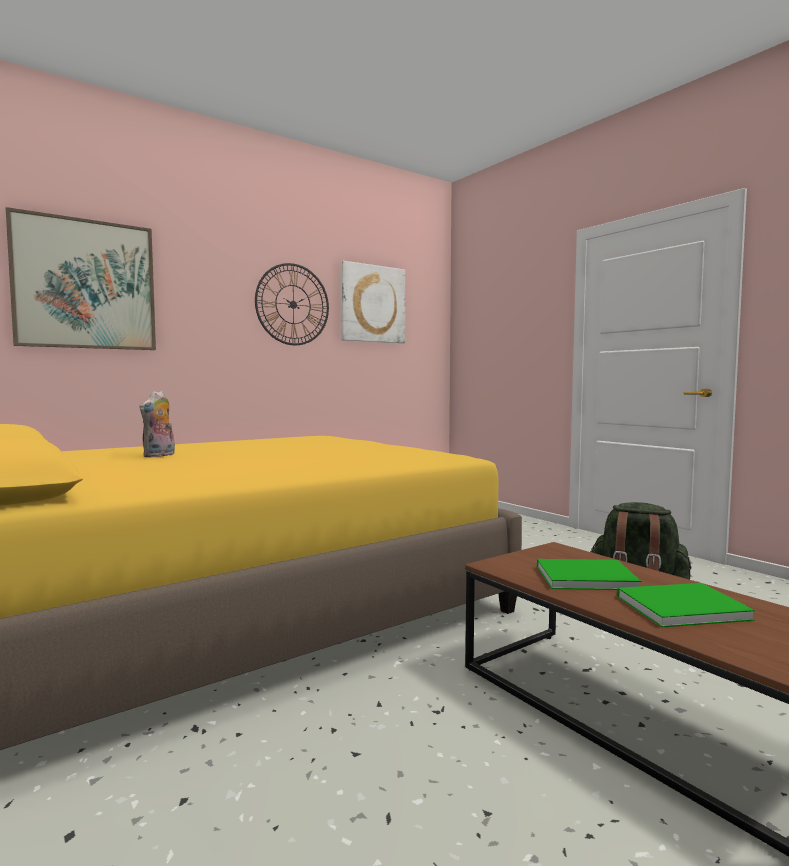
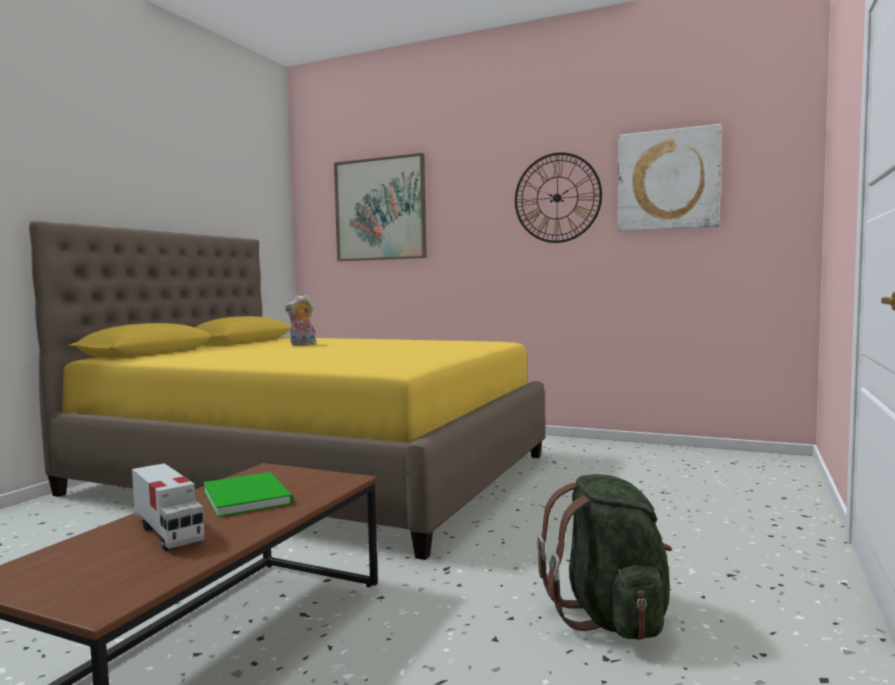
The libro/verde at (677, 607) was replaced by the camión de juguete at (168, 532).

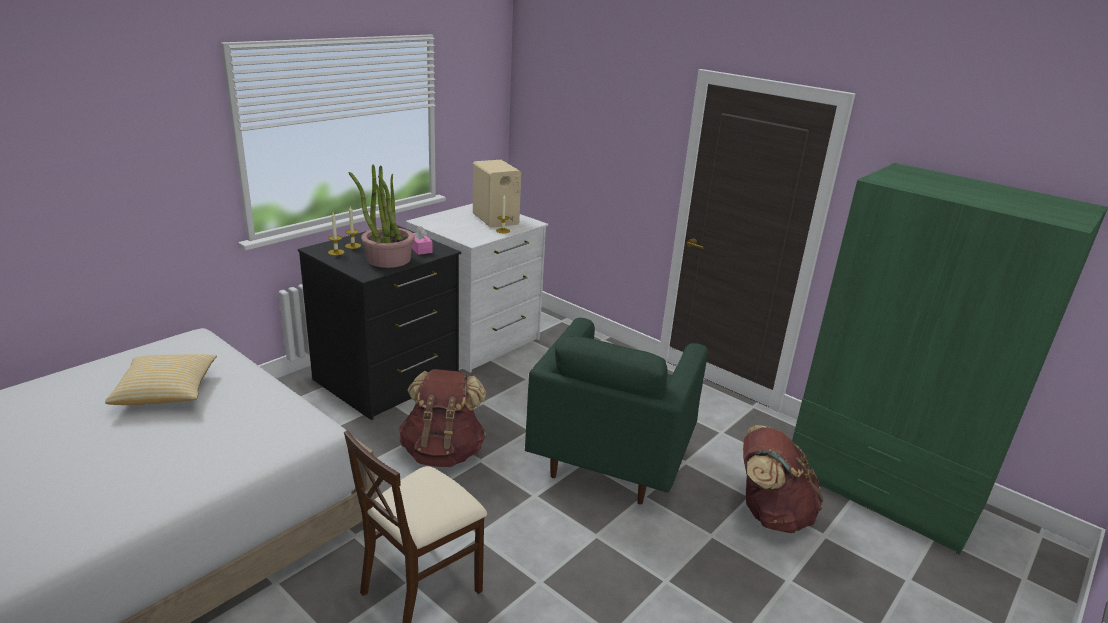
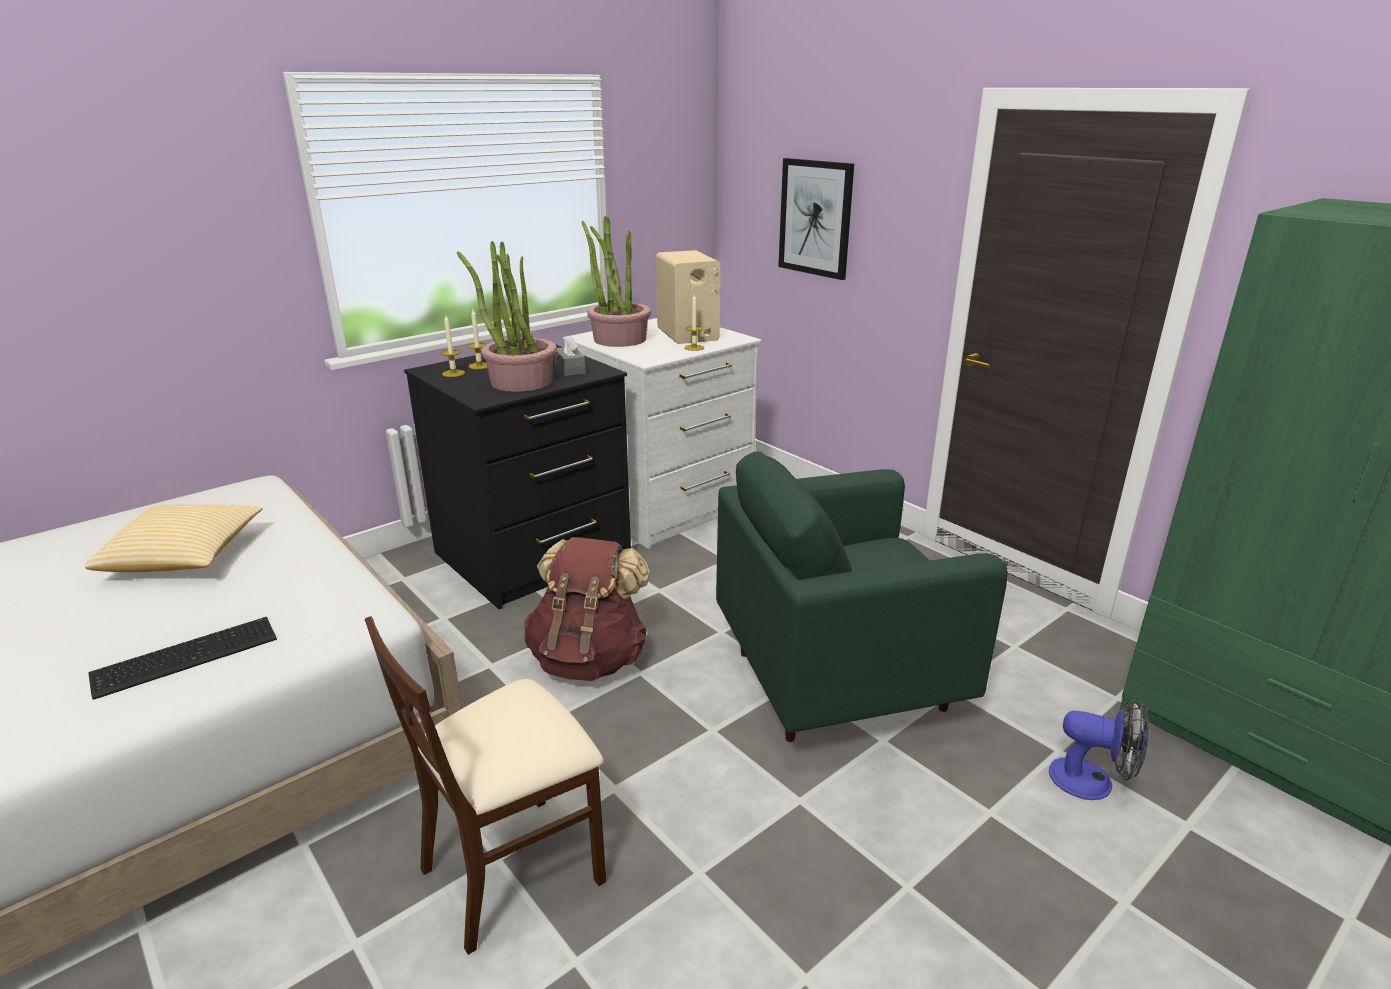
The caja de pañuelos/rosa at (420, 249) became the caja de pañuelos/gris at (570, 369). The sillón/verde at (610, 459) turned 45 degrees clockwise. The mochila/marrón at (770, 514) was replaced by the ventilador at (1092, 781). The teclado at (183, 655) appeared. The planta en maceta at (619, 339) appeared. The cuadro at (815, 218) appeared.

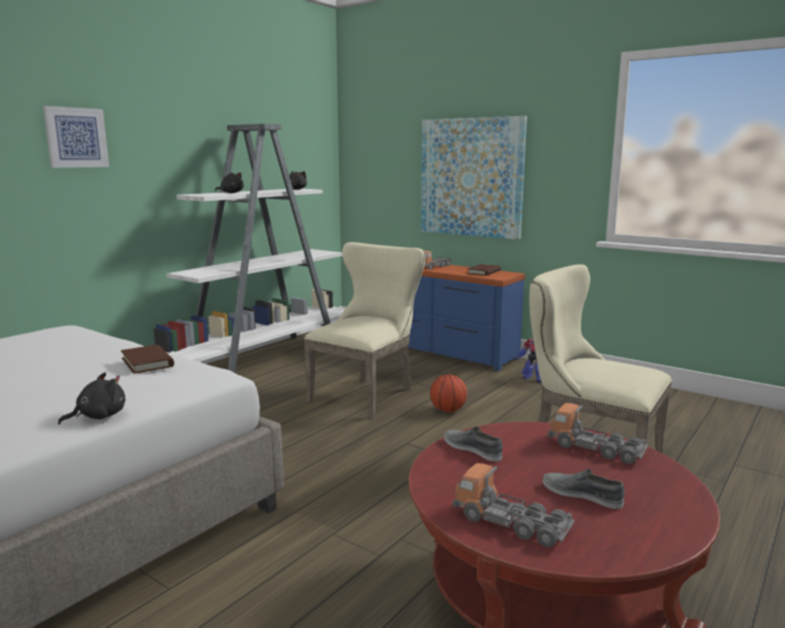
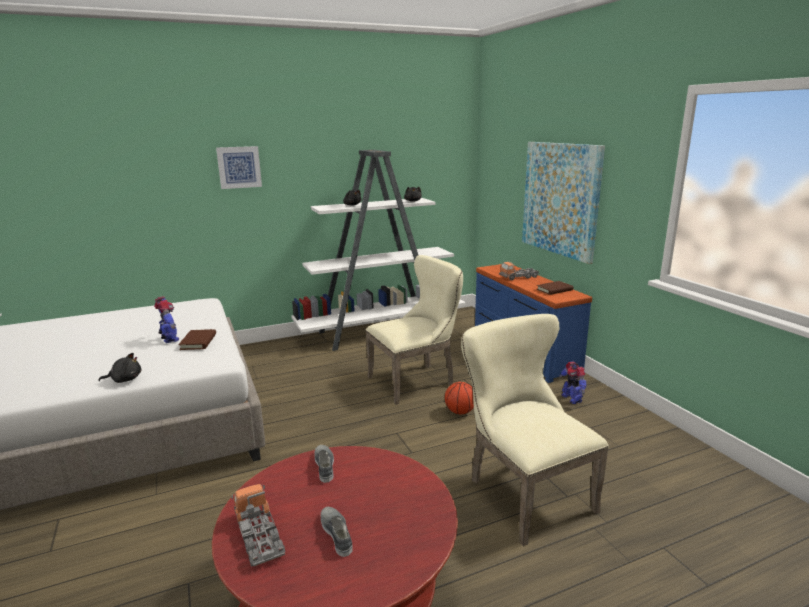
The camión de juguete at (596, 449) disappeared. The robot de juguete at (169, 339) appeared.

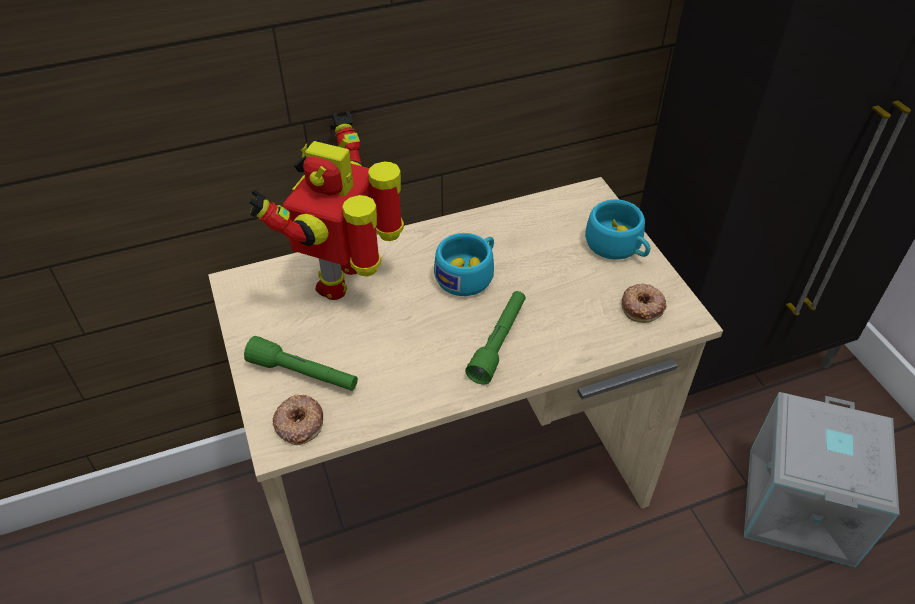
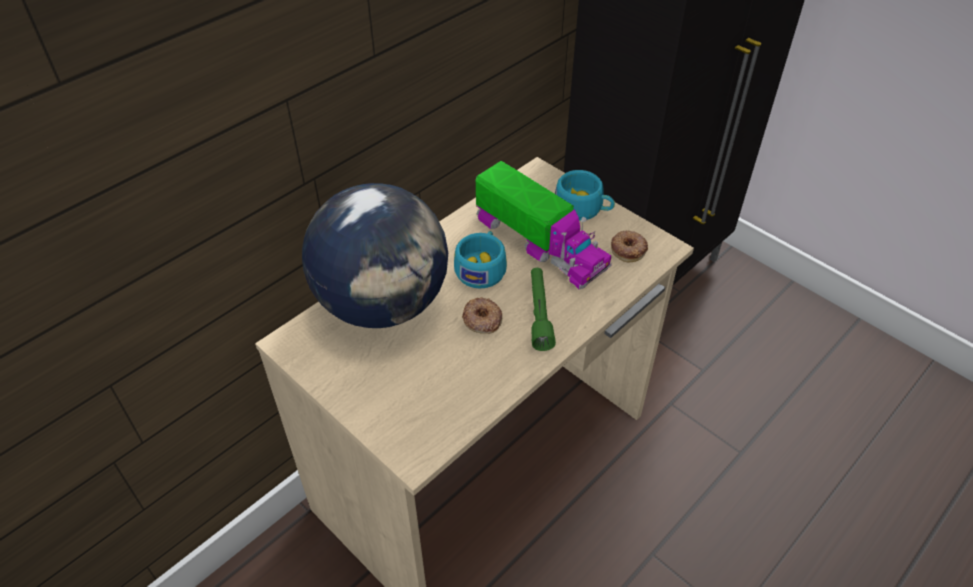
The linterna/verde at (303, 374) disappeared. The robot de juguete at (346, 278) was replaced by the globo terráqueo at (383, 305). The rosquilla moved from (299, 423) to (482, 319). The caja de almacenaje/gris at (797, 504) disappeared. The camión de juguete at (540, 243) appeared.

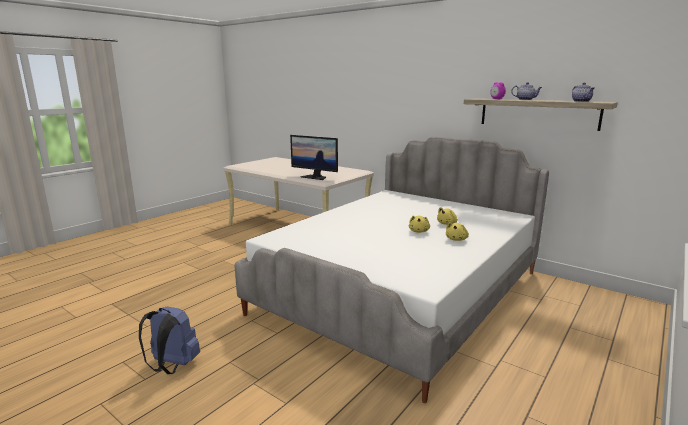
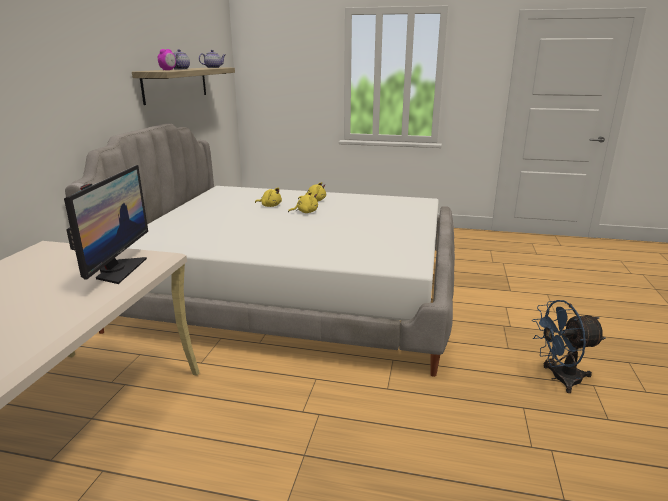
The mochila/azul at (172, 366) was replaced by the ventilador/azul at (559, 378).

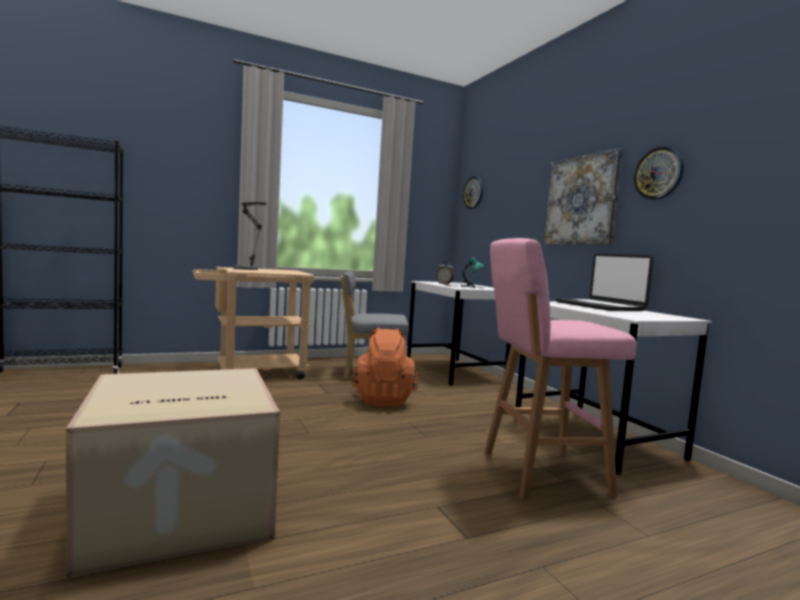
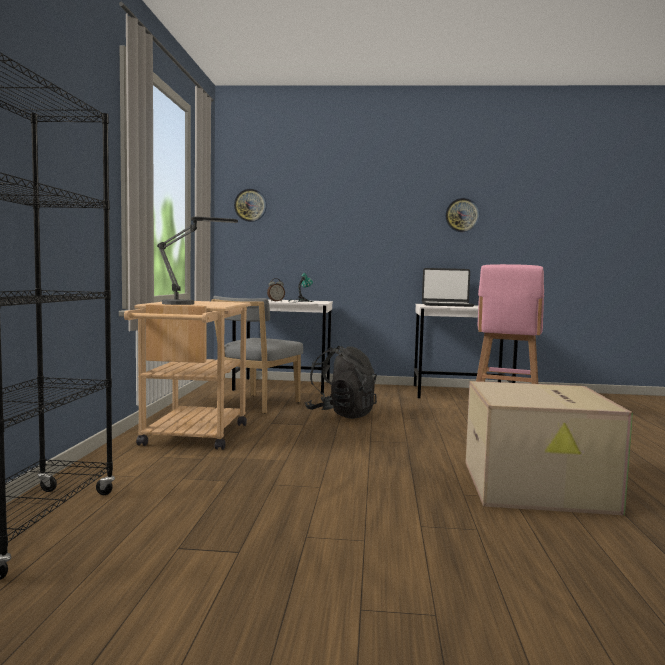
The mochila/naranja at (383, 399) became the mochila/negro at (341, 414). The cuadro at (581, 200) disappeared.

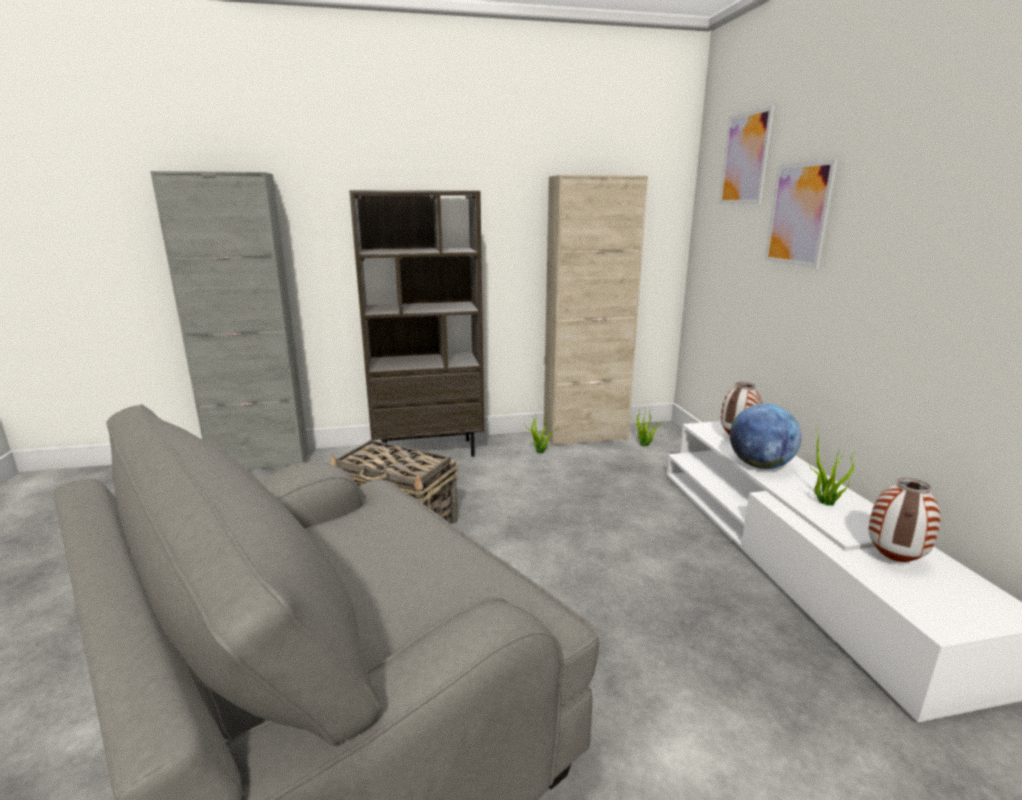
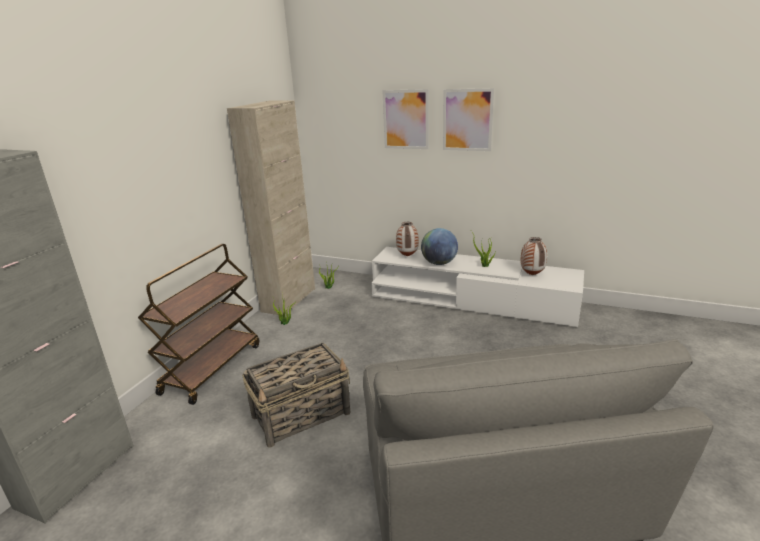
The estantería/marrón at (429, 451) was replaced by the carrito/marrón at (212, 368). The cuadro moved from (745, 158) to (467, 120).

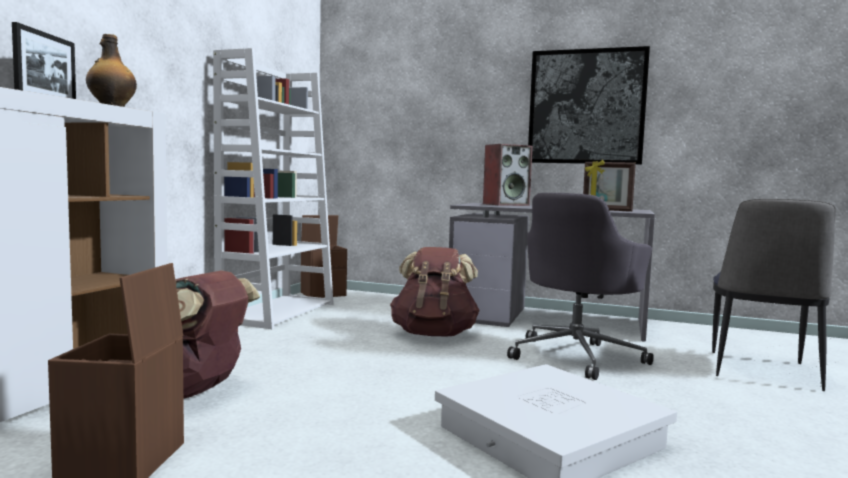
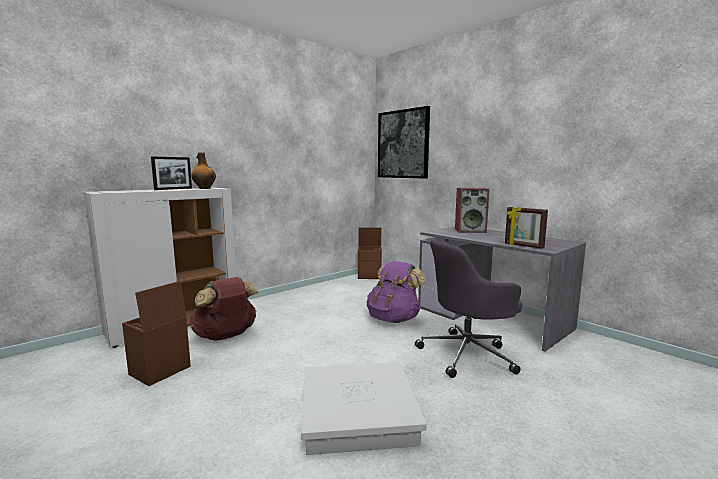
The estantería/blanco at (278, 312) disappeared. The mochila/marrón at (434, 335) became the mochila/morado at (393, 319). The cuadro moved from (586, 107) to (403, 144). The silla at (761, 371) disappeared.

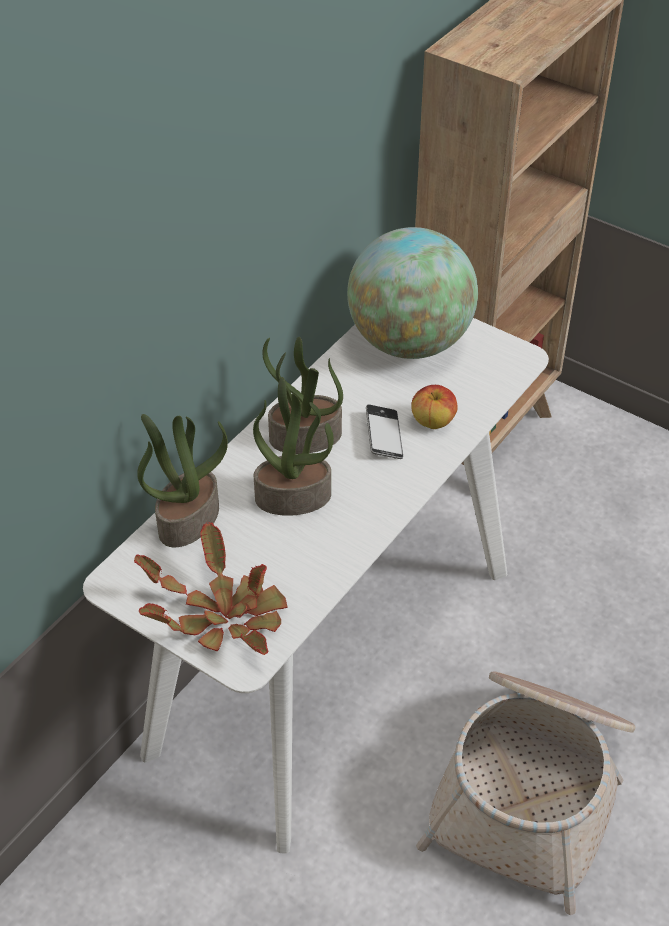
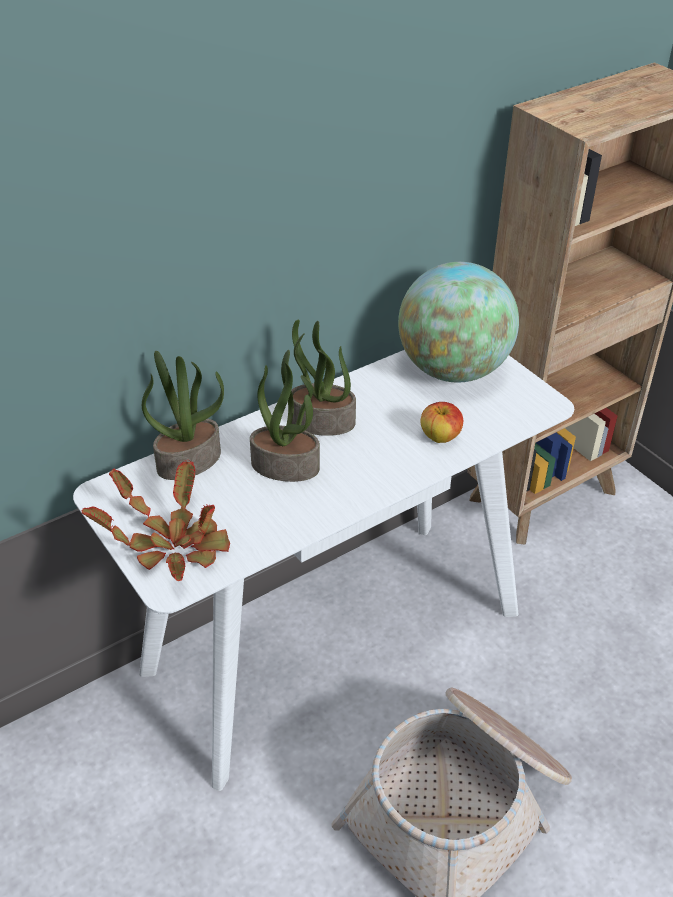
The móvil at (384, 436) disappeared.

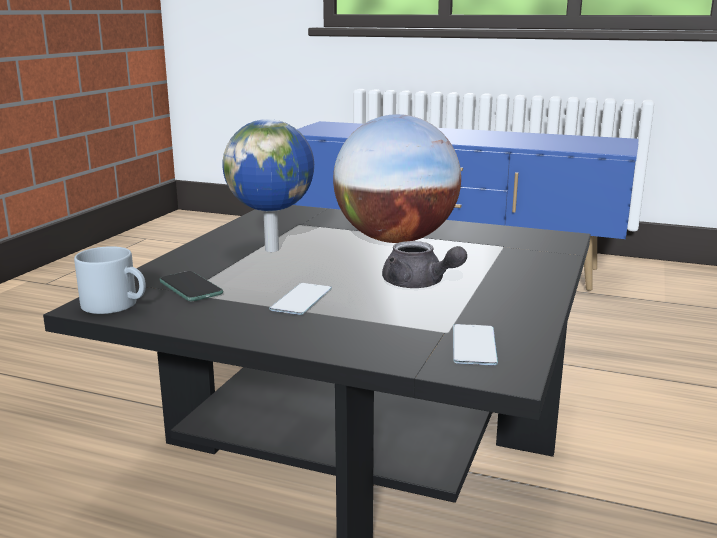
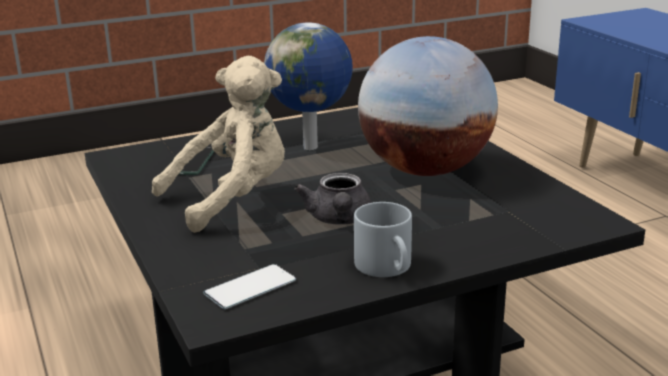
The taza grande/gris moved from (117, 305) to (388, 268). The móvil at (301, 299) was replaced by the peluche/beis at (232, 199).

